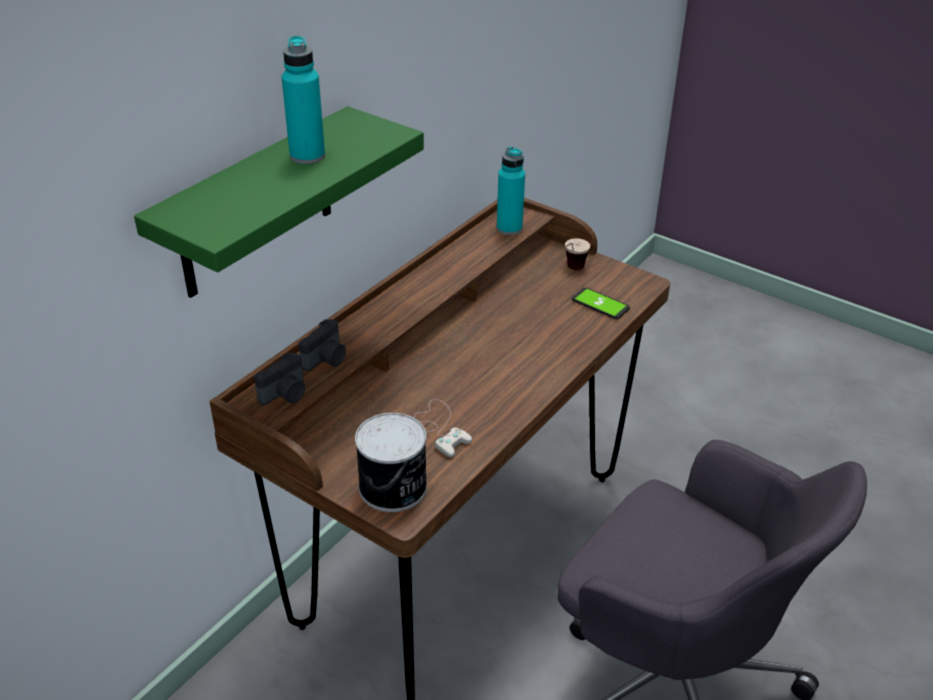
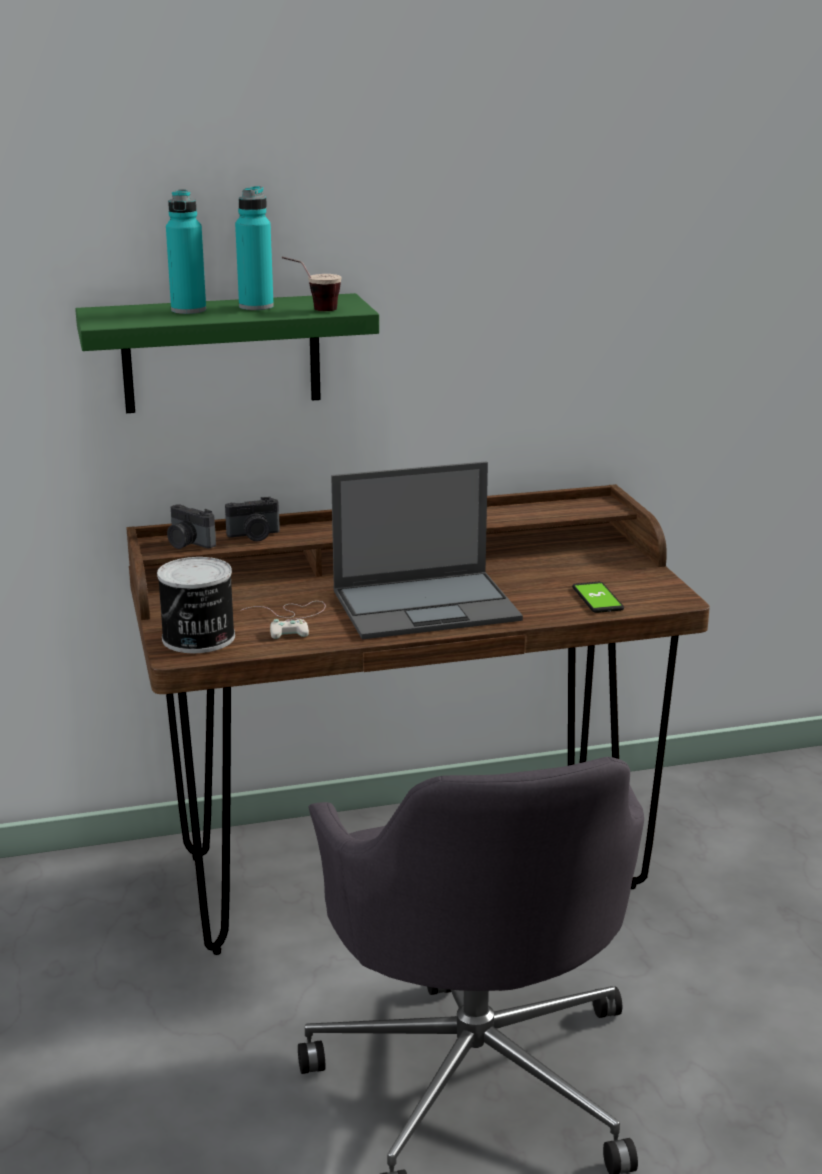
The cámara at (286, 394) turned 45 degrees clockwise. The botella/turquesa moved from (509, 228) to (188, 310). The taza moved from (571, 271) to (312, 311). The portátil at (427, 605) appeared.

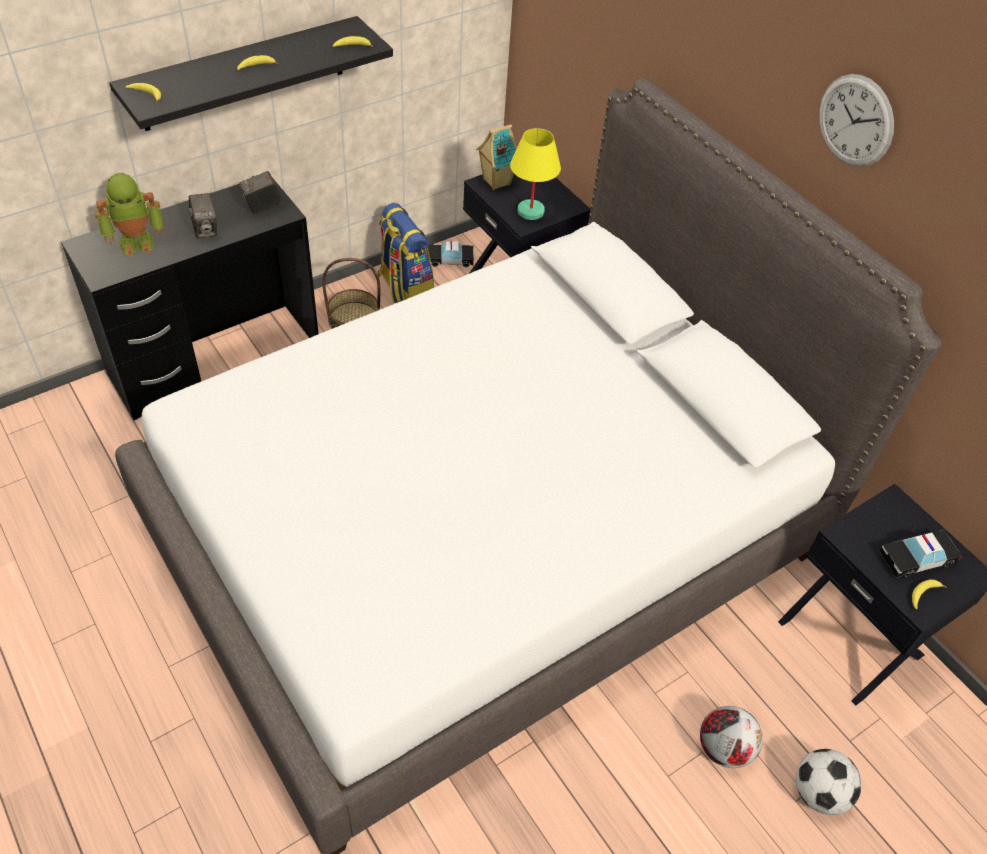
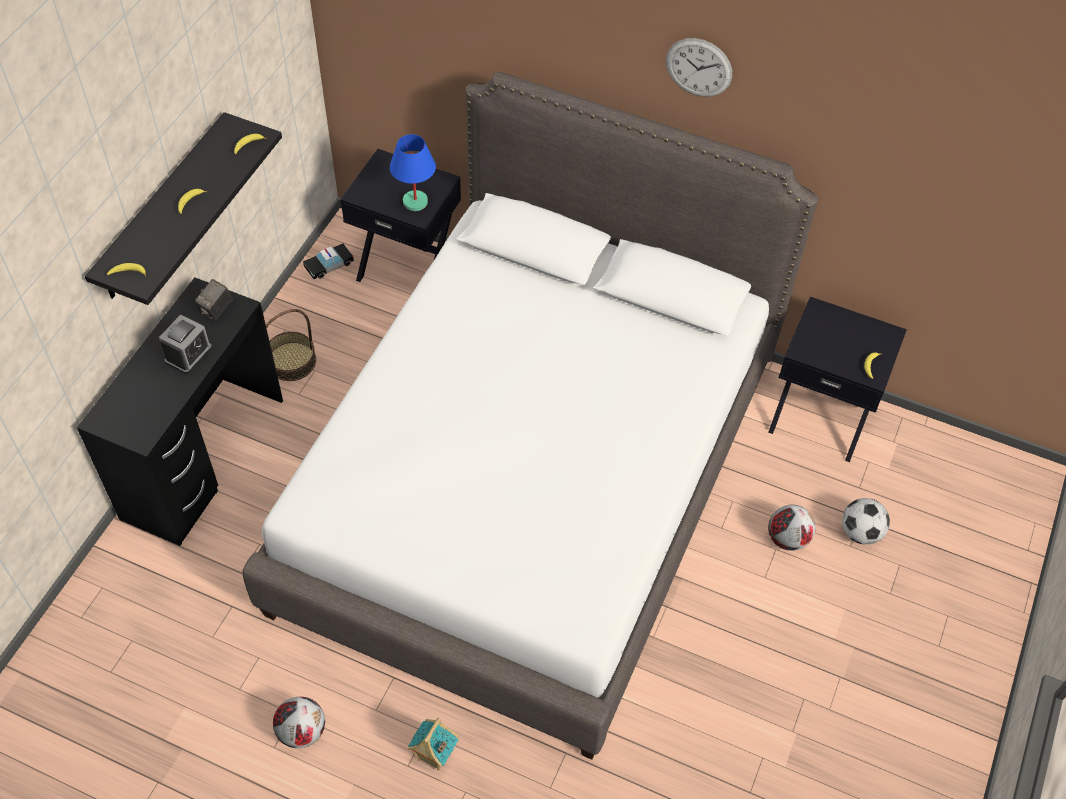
The robot de juguete at (137, 241) disappeared. The cámara at (205, 229) was replaced by the despertador at (188, 354). The mochila at (404, 289) disappeared. The casita moved from (495, 181) to (433, 756). The lámpara de mesa/amarillo at (530, 211) became the lámpara de mesa/azul at (414, 202). The coche de juguete at (916, 558) disappeared. The balón de fútbol at (302, 731) appeared.

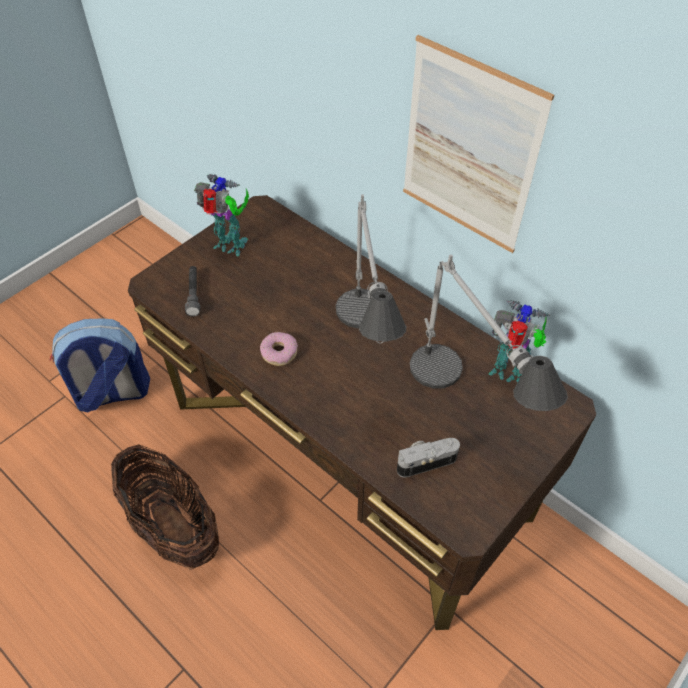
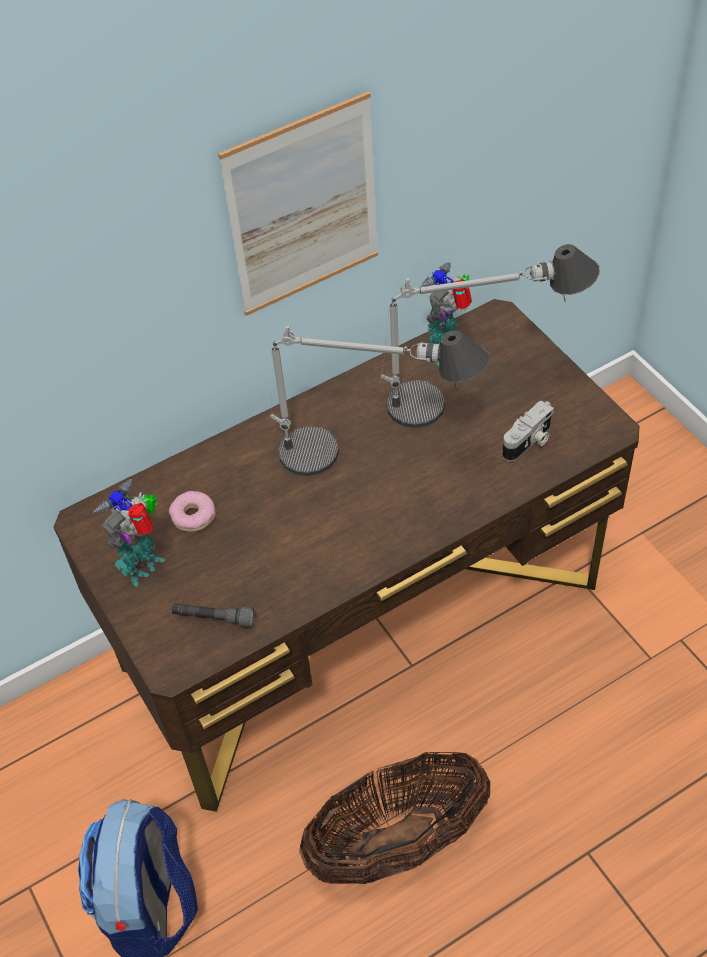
The rosquilla moved from (279, 352) to (193, 516). The cámara at (425, 461) turned 135 degrees counterclockwise.

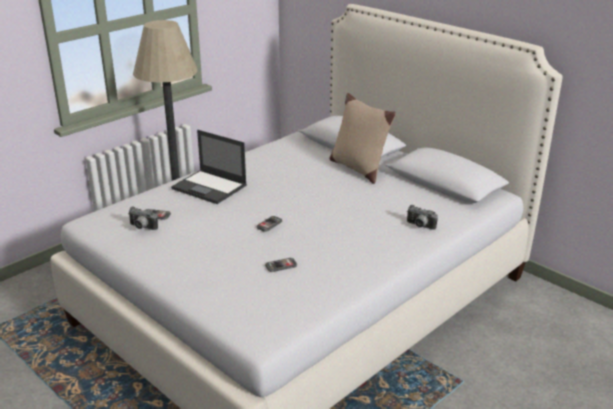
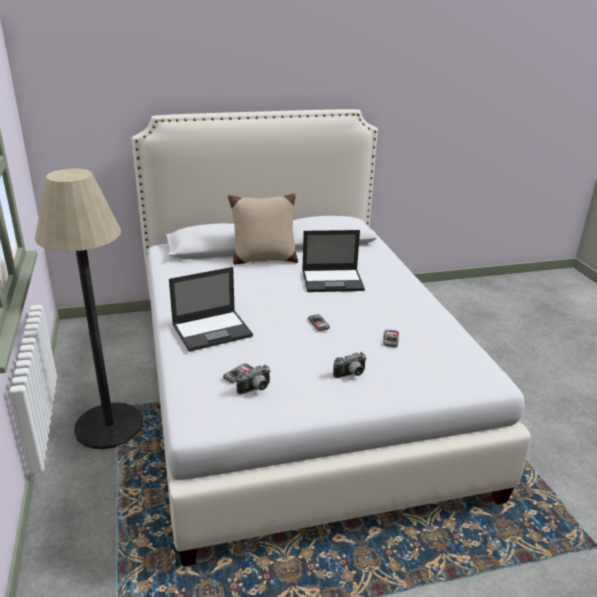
The cámara moved from (419, 226) to (351, 375). The portátil at (333, 280) appeared.

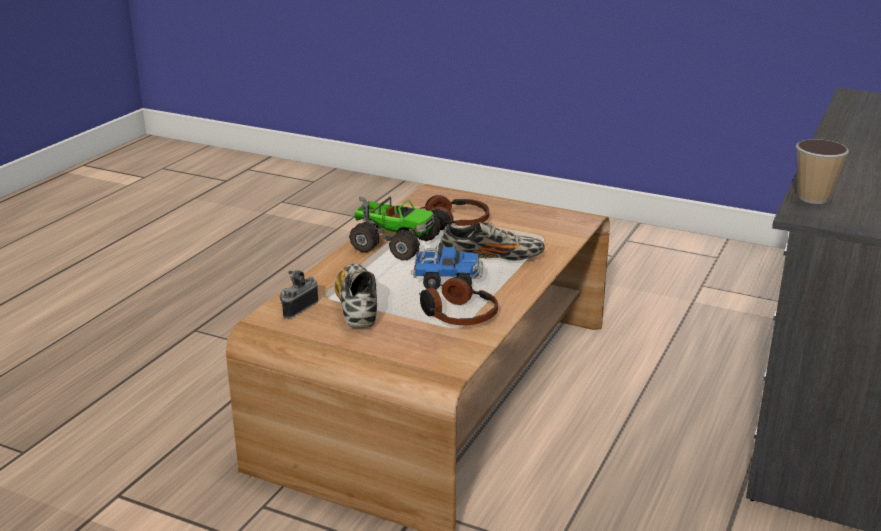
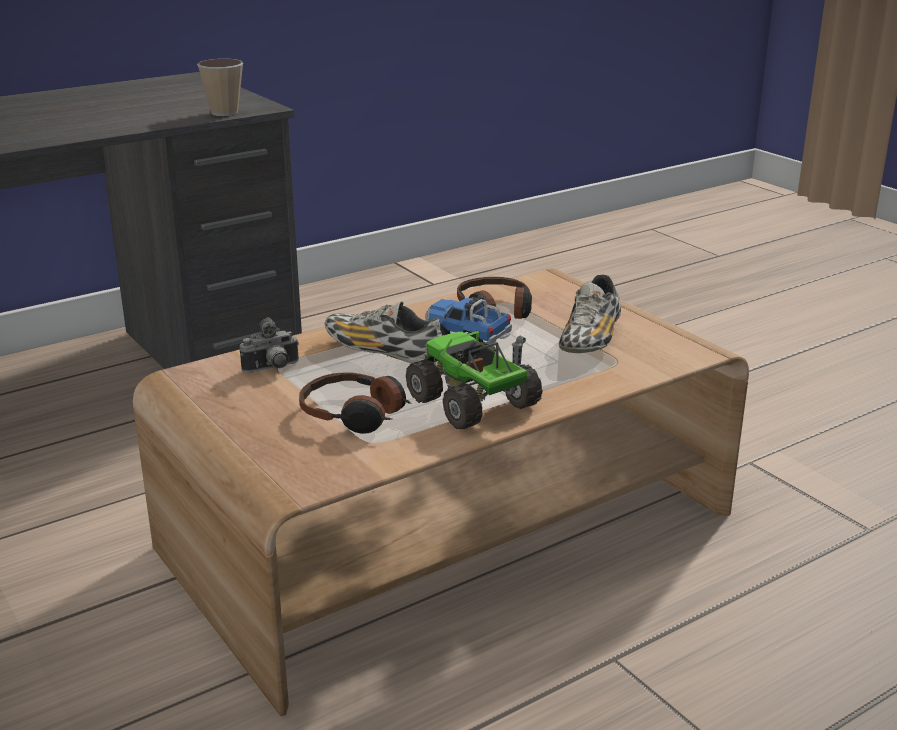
The cámara moved from (297, 308) to (272, 369).

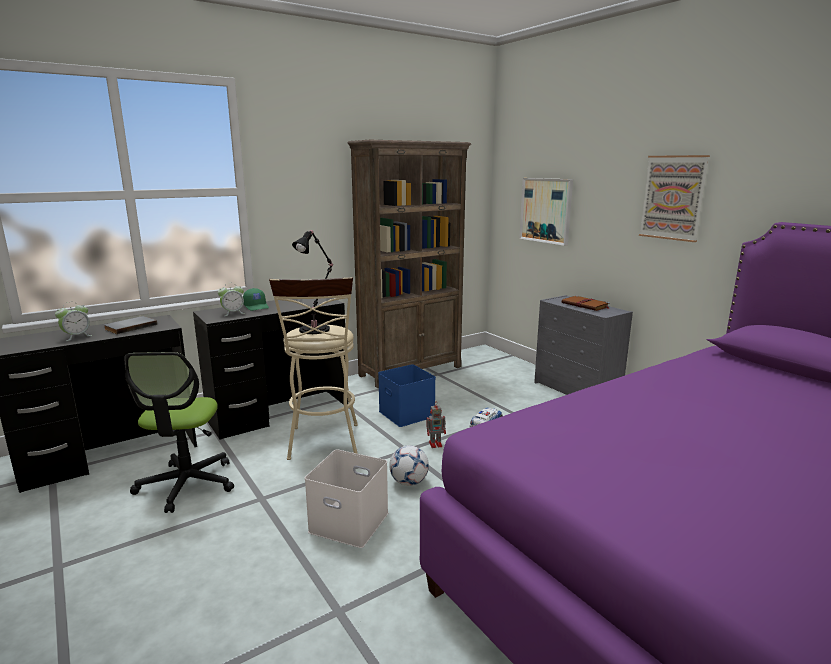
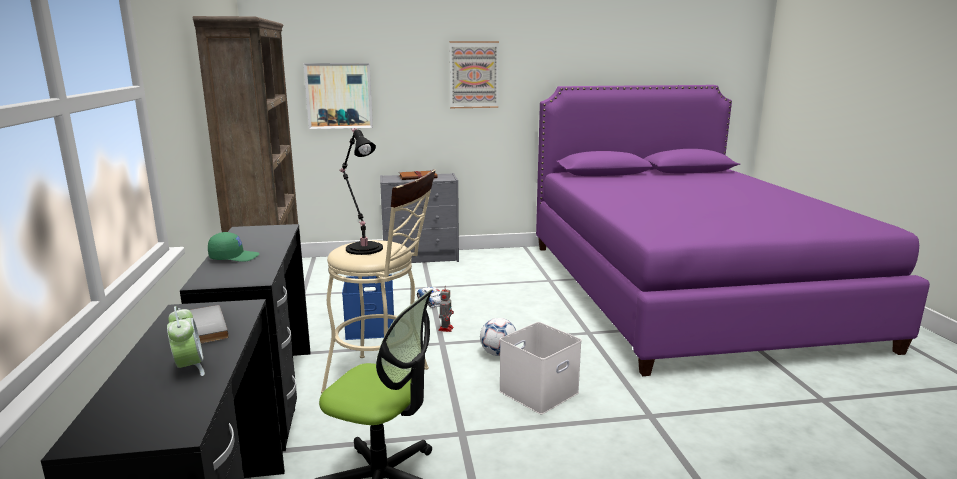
The despertador at (233, 313) disappeared.

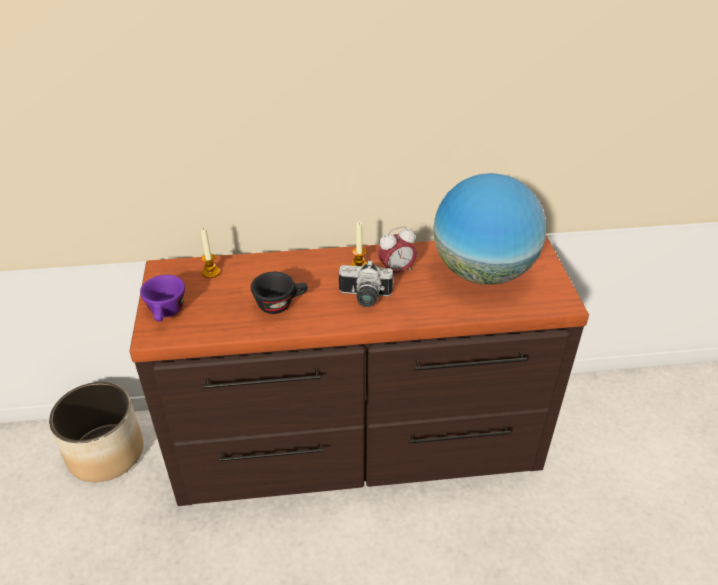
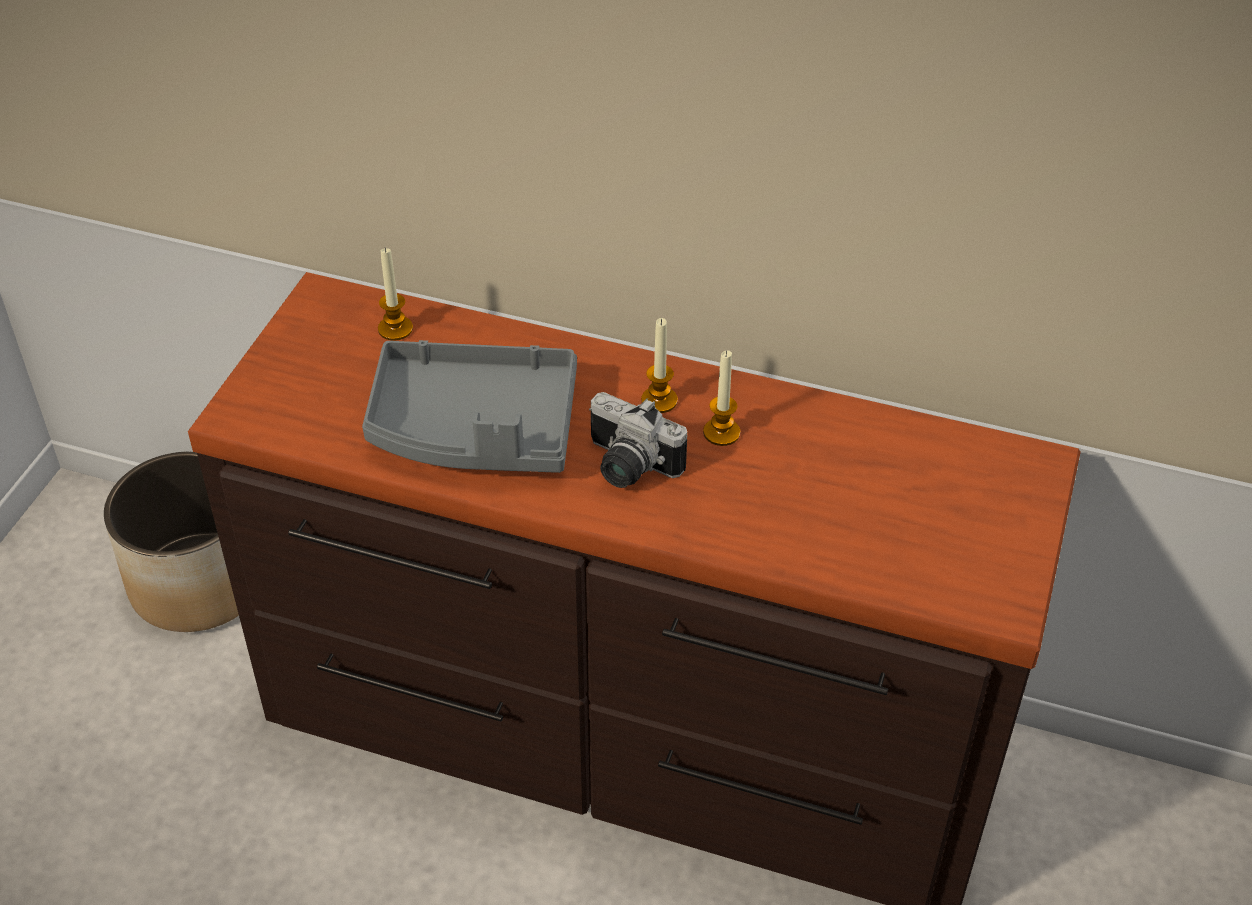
The taza/morado at (166, 313) disappeared. The taza/negro at (281, 304) was replaced by the bandeja/gris at (474, 429). The despertador at (396, 271) was replaced by the vela at (721, 433). The globo terráqueo at (482, 272) disappeared.

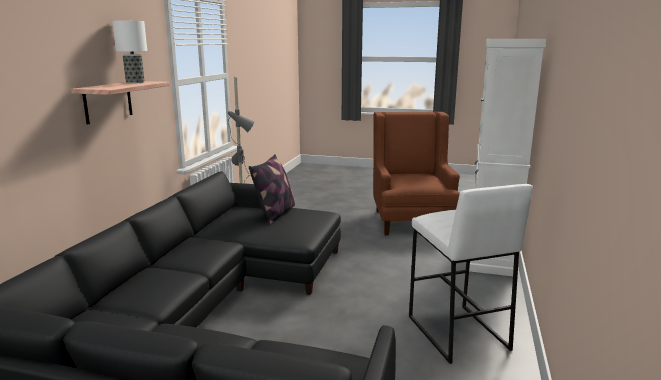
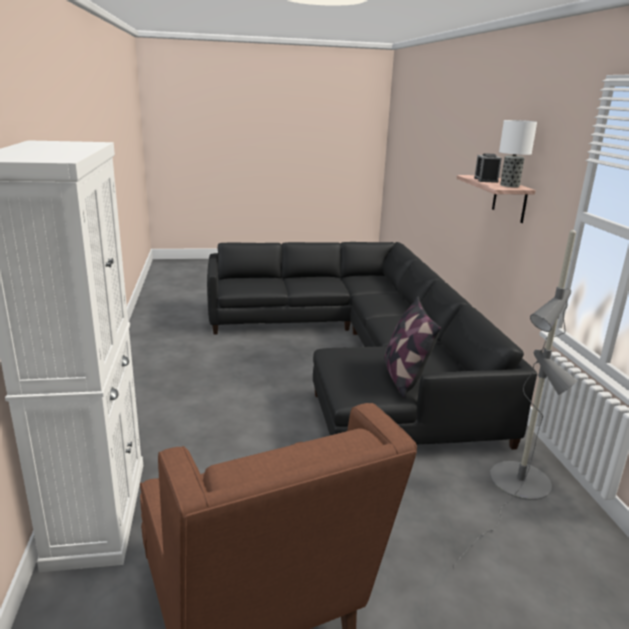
The taburete/blanco at (456, 332) disappeared. The despertador at (485, 180) appeared.

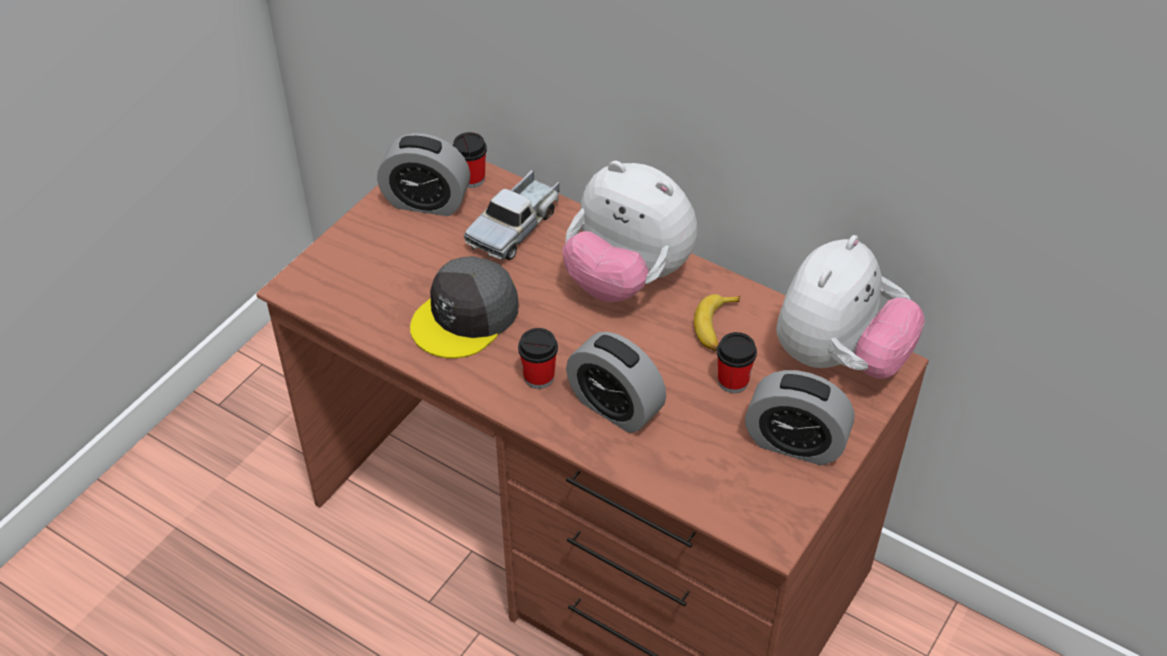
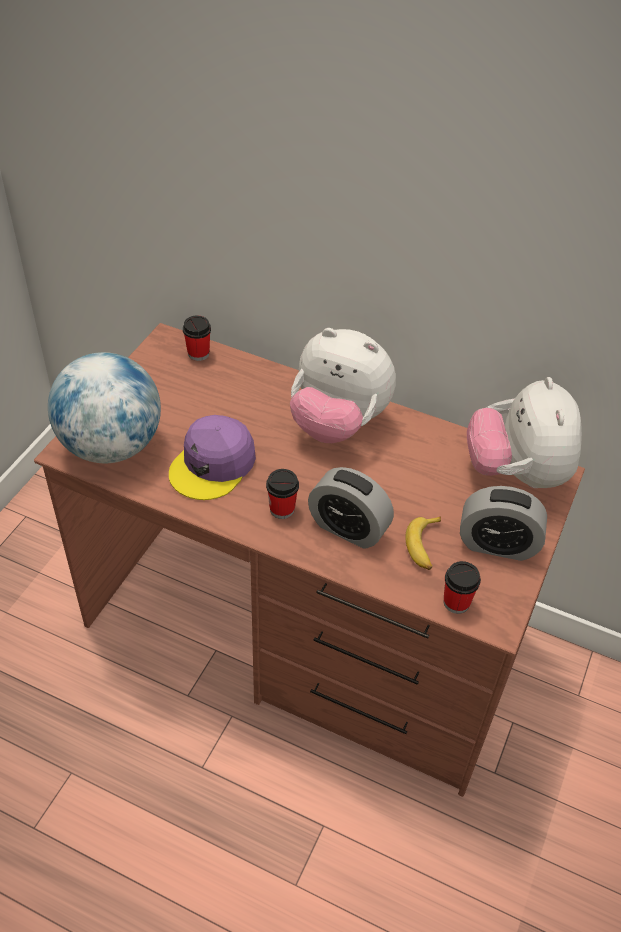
The despertador at (426, 202) disappeared. The gorra/gris at (466, 317) became the gorra/morado at (213, 465). The camión de juguete at (515, 226) disappeared. The plátano moved from (716, 327) to (424, 546). The taza moved from (733, 381) to (456, 602). The peluche at (838, 358) turned 150 degrees clockwise. The globo terráqueo at (111, 446) appeared.

